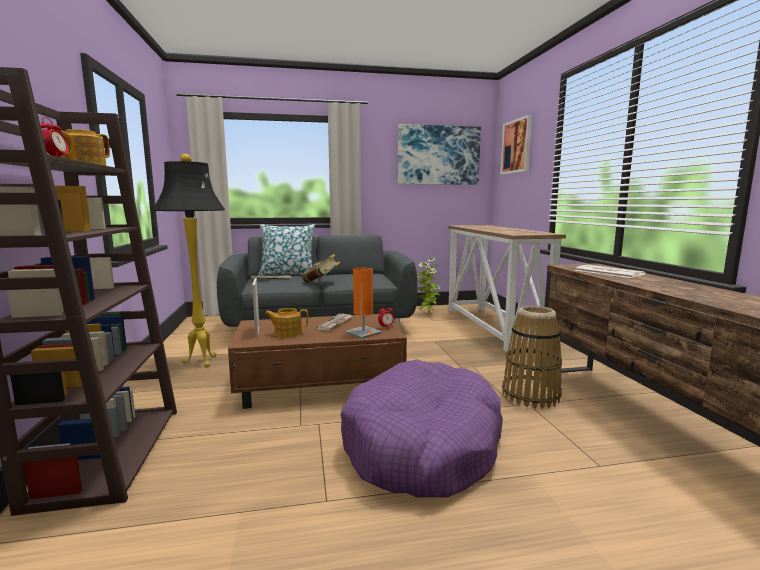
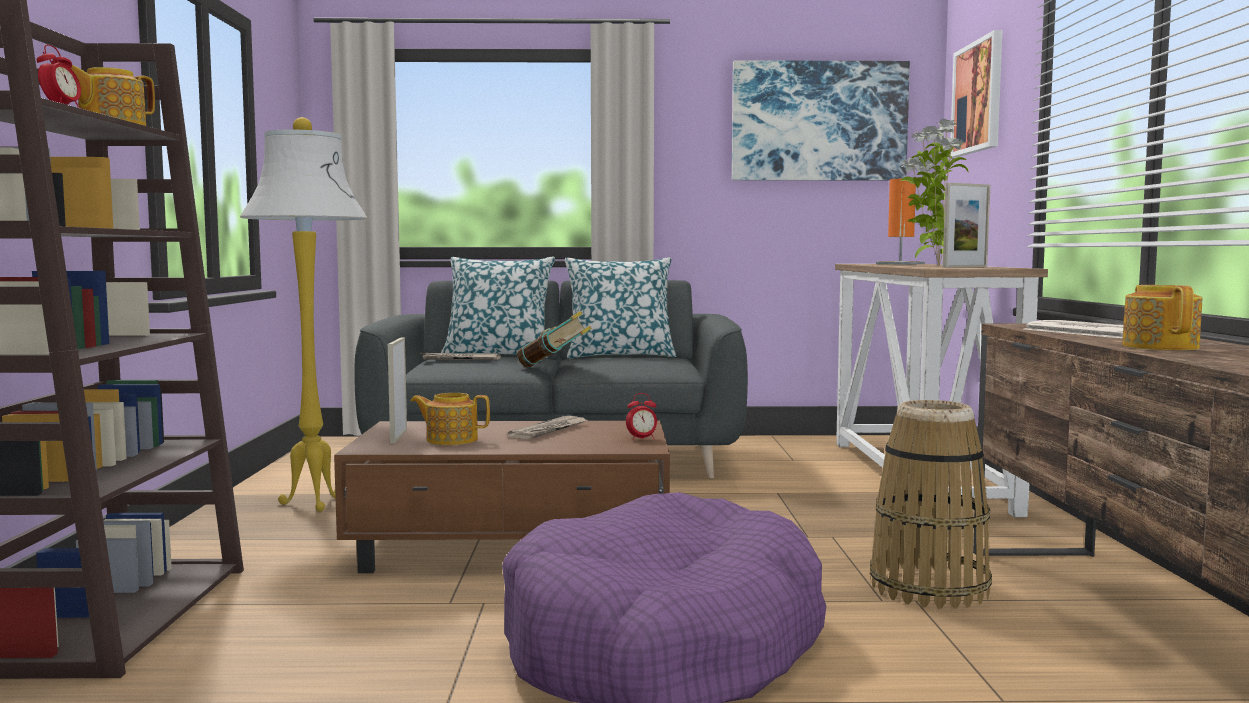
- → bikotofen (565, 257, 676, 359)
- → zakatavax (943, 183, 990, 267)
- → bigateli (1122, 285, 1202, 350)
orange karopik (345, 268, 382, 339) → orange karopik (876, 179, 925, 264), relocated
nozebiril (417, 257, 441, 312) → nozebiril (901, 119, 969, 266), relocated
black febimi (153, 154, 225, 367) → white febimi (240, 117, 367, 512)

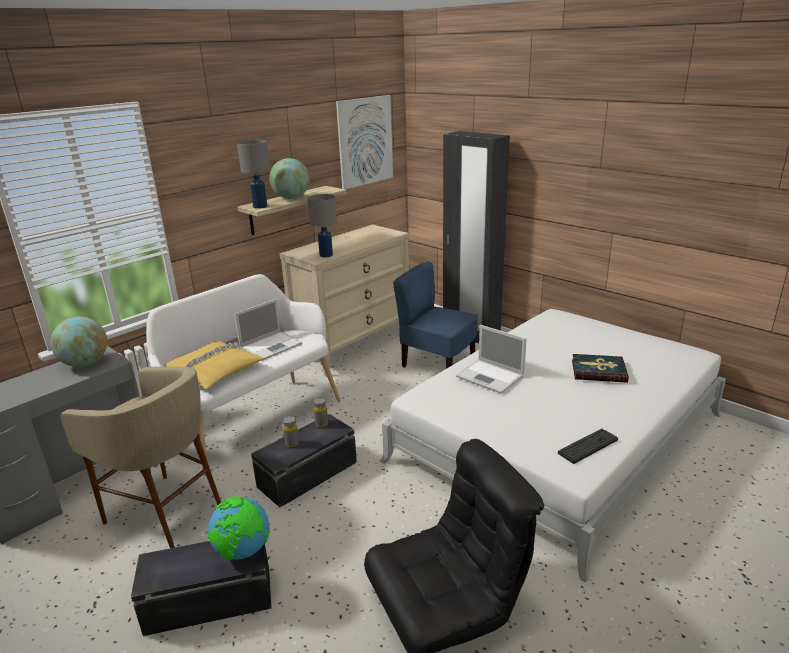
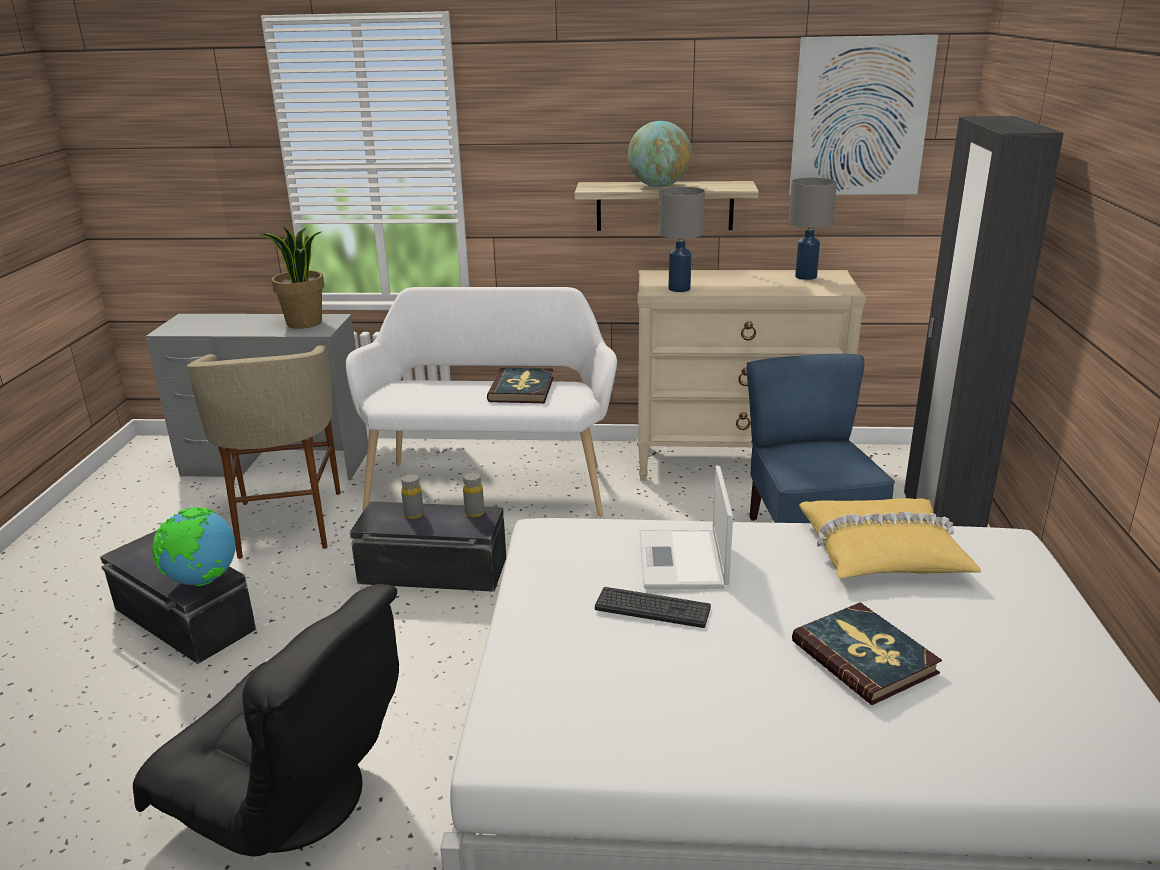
yellow bikotofen (164, 340, 264, 389) → yellow bikotofen (799, 498, 981, 578), relocated
grey karopik (237, 140, 270, 209) → grey karopik (789, 178, 837, 280), relocated
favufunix (558, 429, 618, 464) → favufunix (595, 587, 711, 628), relocated
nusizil (50, 317, 107, 367) → nozebiril (256, 226, 324, 329)
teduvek (234, 299, 302, 361) → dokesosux (487, 368, 554, 403)

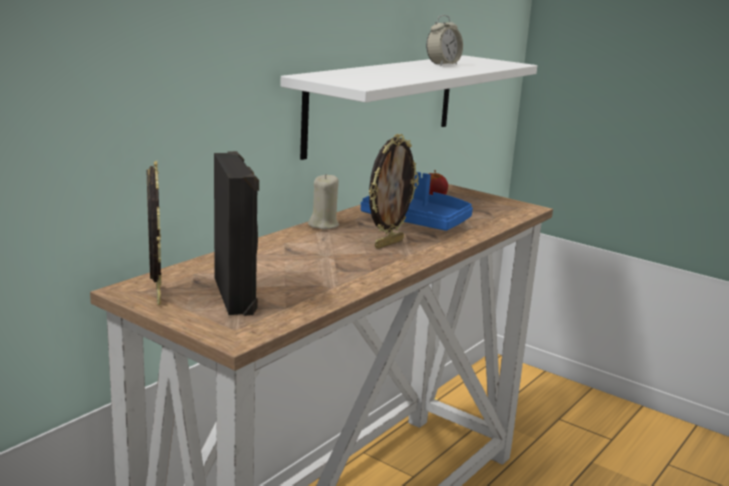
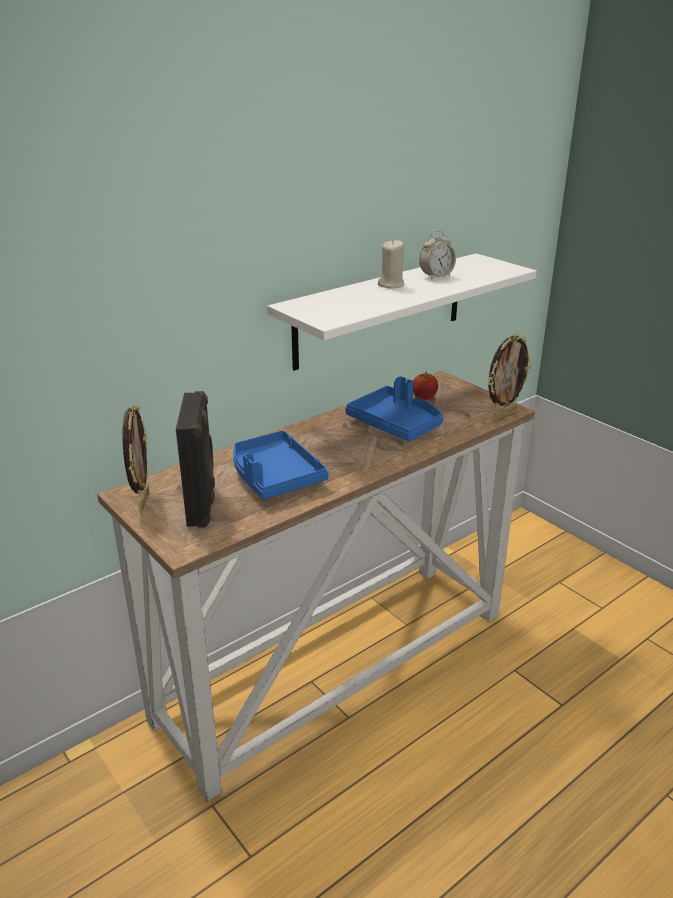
- → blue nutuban (233, 430, 329, 500)
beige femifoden (308, 174, 339, 229) → beige femifoden (378, 239, 405, 289), relocated
zakatavax (369, 134, 419, 249) → zakatavax (488, 333, 532, 421), relocated

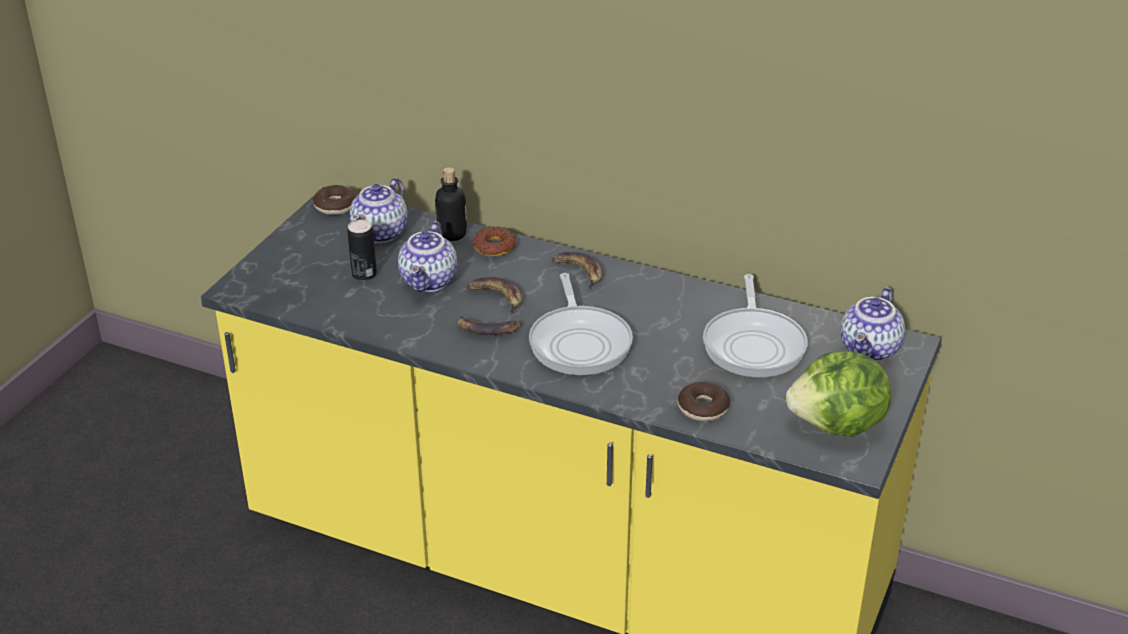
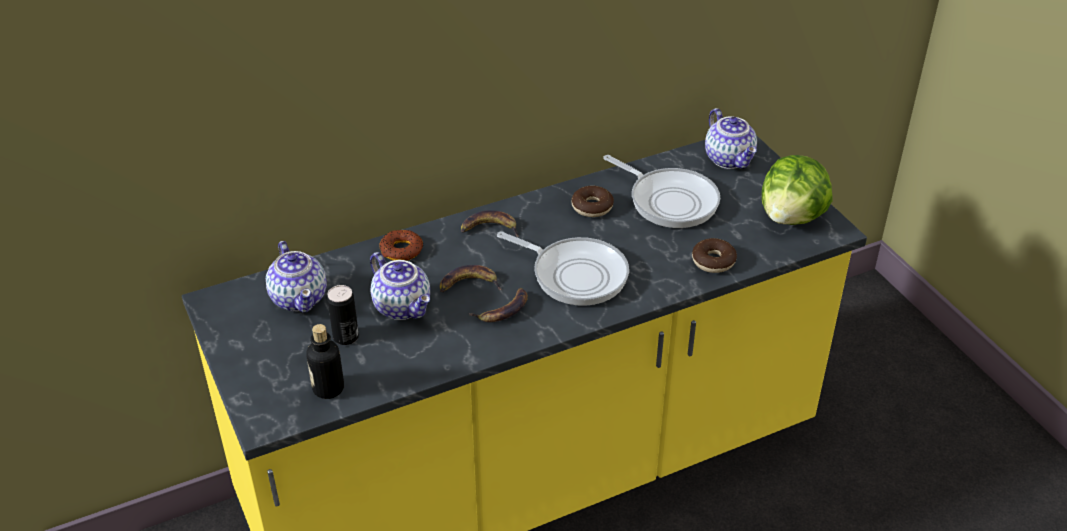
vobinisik (313, 185, 356, 215) → vobinisik (571, 186, 614, 217), relocated
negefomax (435, 167, 467, 241) → negefomax (306, 324, 344, 399), relocated

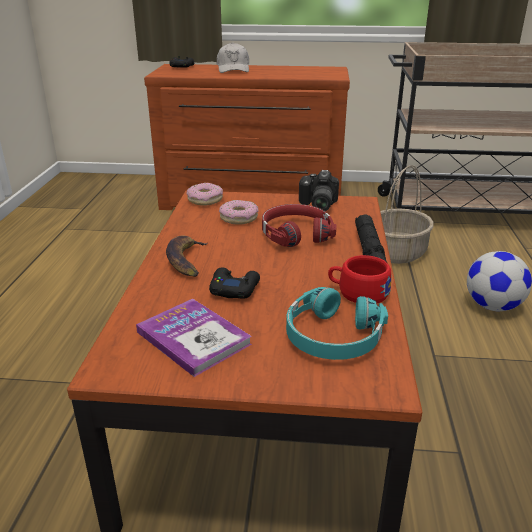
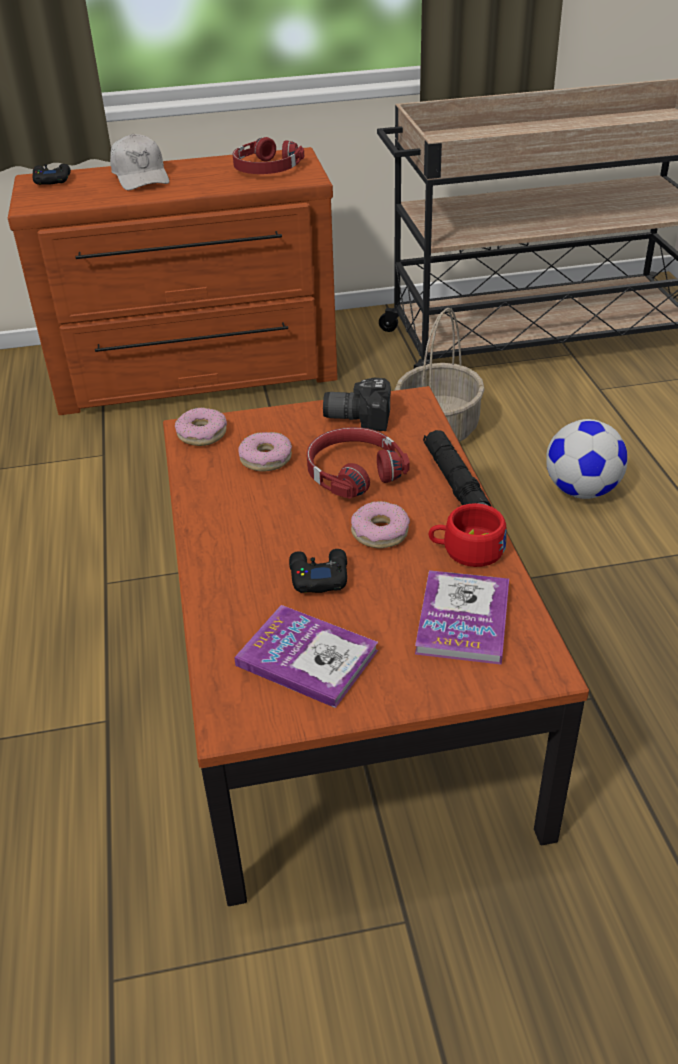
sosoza (166, 235, 207, 277) → -
- → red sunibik (233, 137, 304, 174)
- → vobinisik (351, 501, 410, 549)
turquoise sunibik (286, 287, 388, 360) → dokesosux (415, 570, 509, 665)
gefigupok (299, 170, 339, 211) → gefigupok (323, 377, 391, 431), 105 degrees clockwise

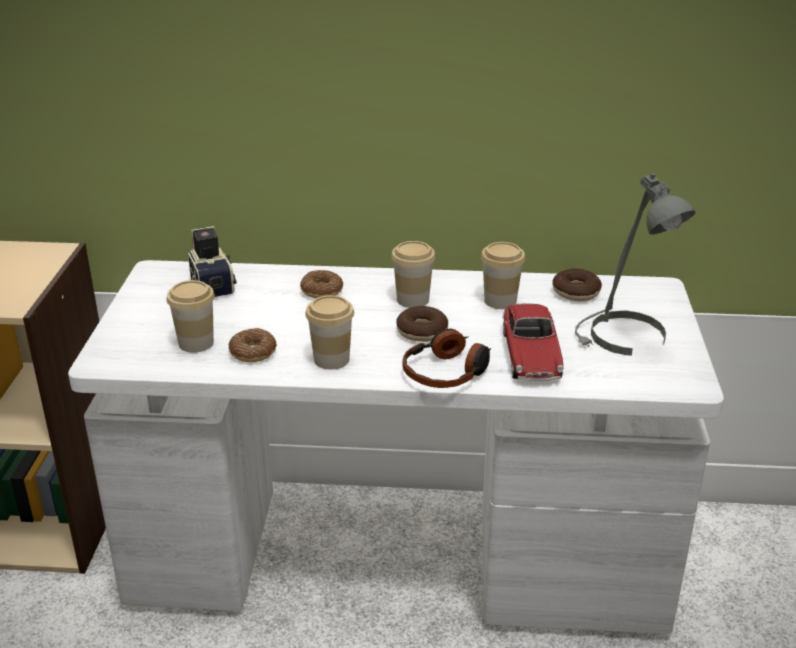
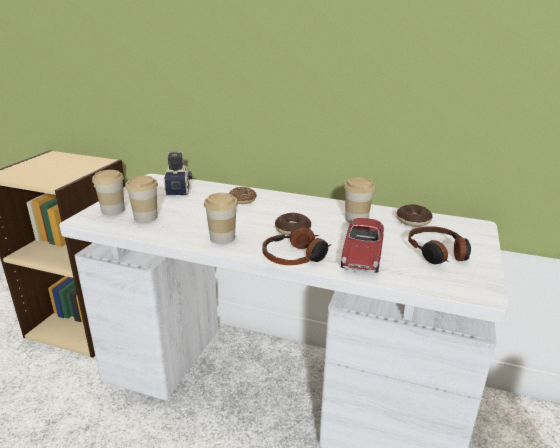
vobinisik (229, 328, 277, 362) → -
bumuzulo (391, 241, 435, 308) → bumuzulo (92, 170, 125, 215), relocated
grey karopik (575, 174, 696, 356) → sunibik (408, 226, 471, 264)

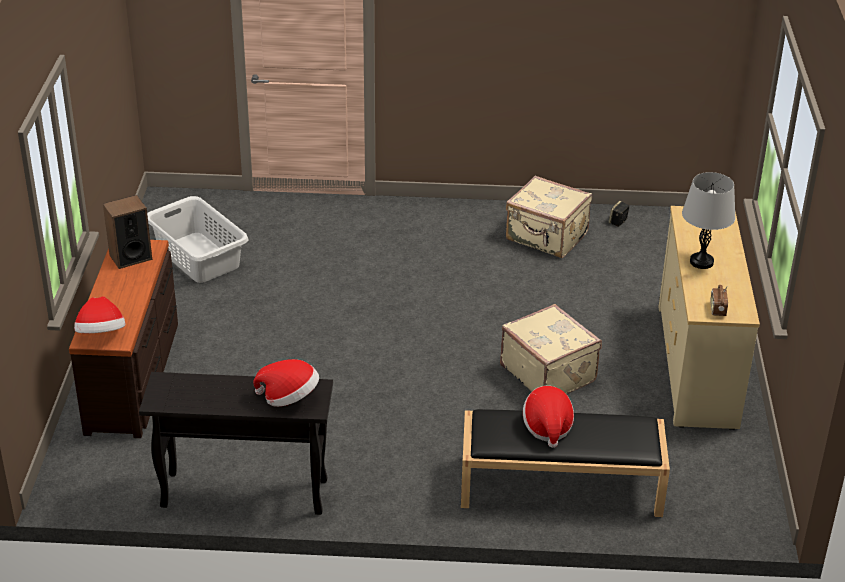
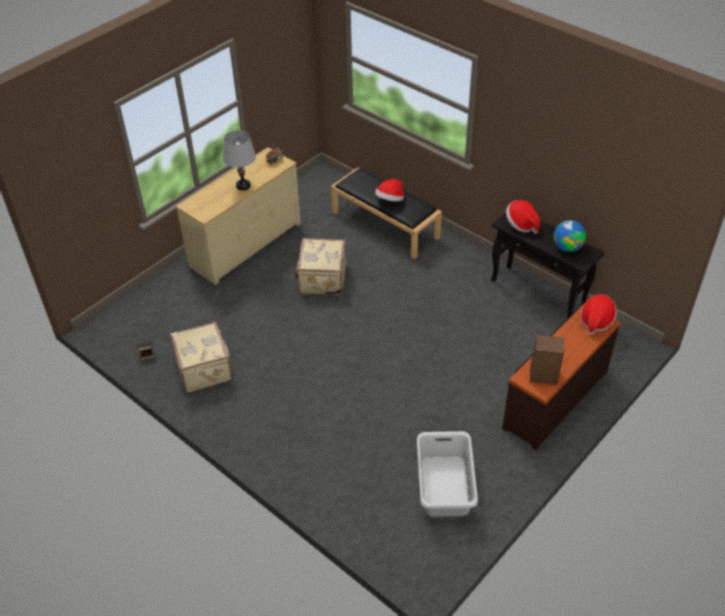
- → nusizil (554, 220, 586, 252)

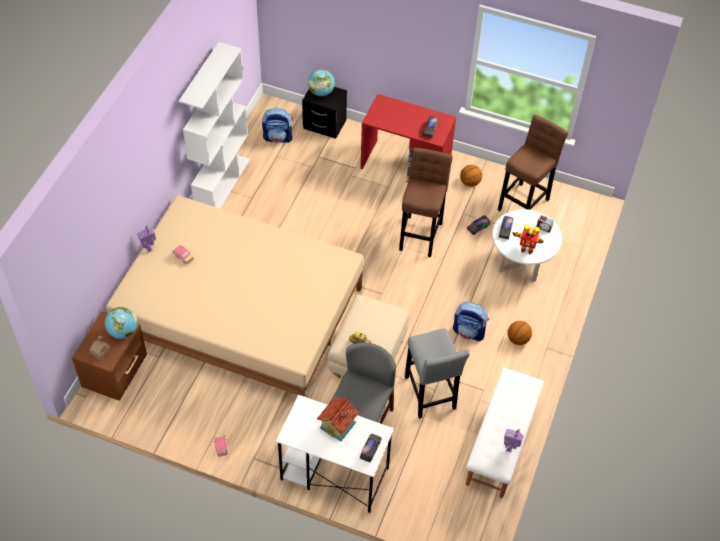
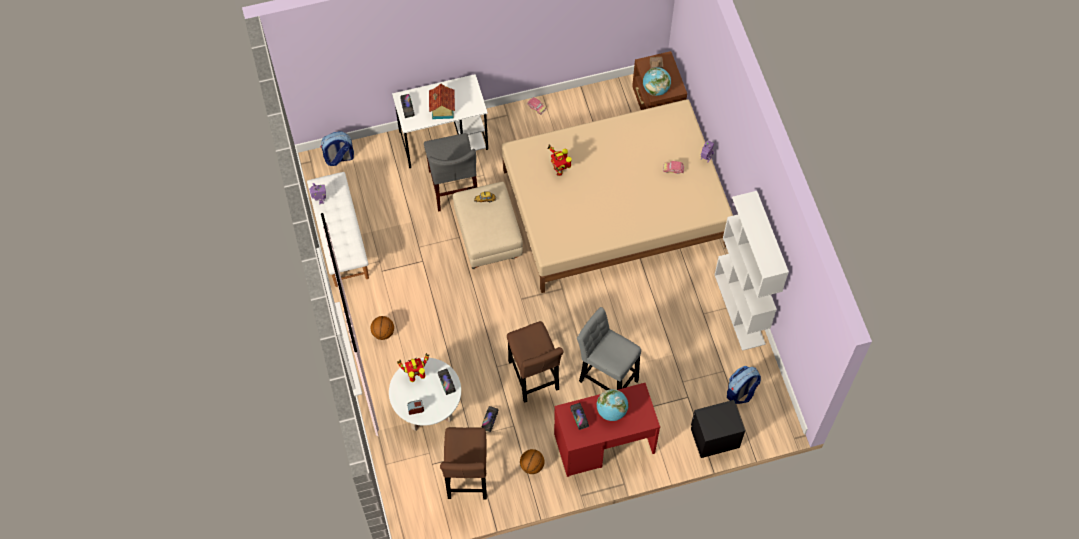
- → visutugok (548, 145, 572, 176)
nusizil (308, 69, 335, 96) → nusizil (596, 389, 628, 421), relocated
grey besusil (405, 328, 470, 419) → grey besusil (577, 307, 641, 390), relocated
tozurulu (453, 302, 489, 341) → tozurulu (321, 131, 354, 166), relocated

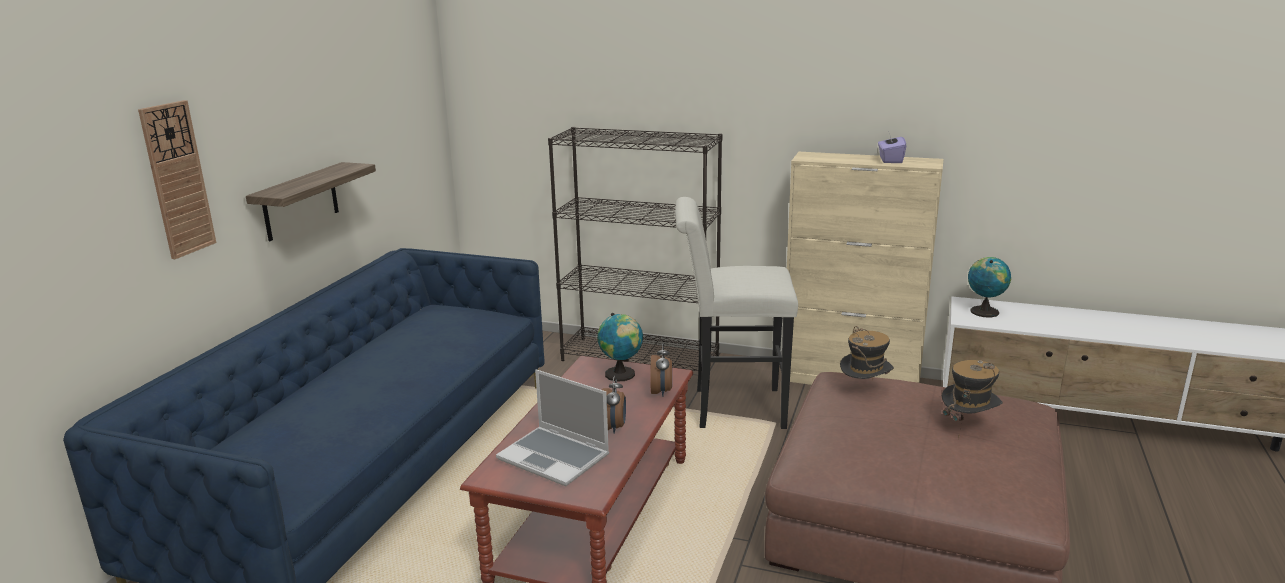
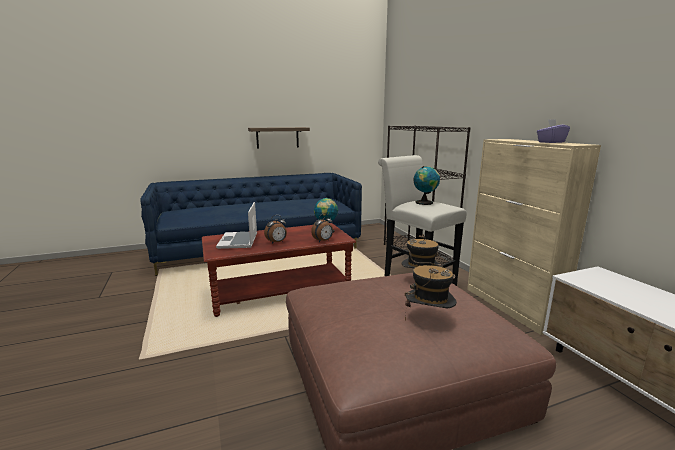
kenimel (138, 100, 217, 259) → -
nusizil (968, 257, 1011, 318) → nusizil (413, 167, 440, 205), relocated

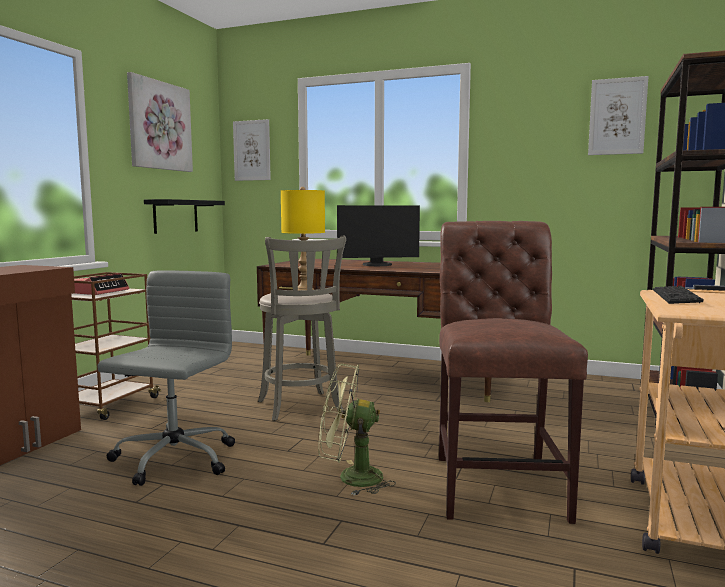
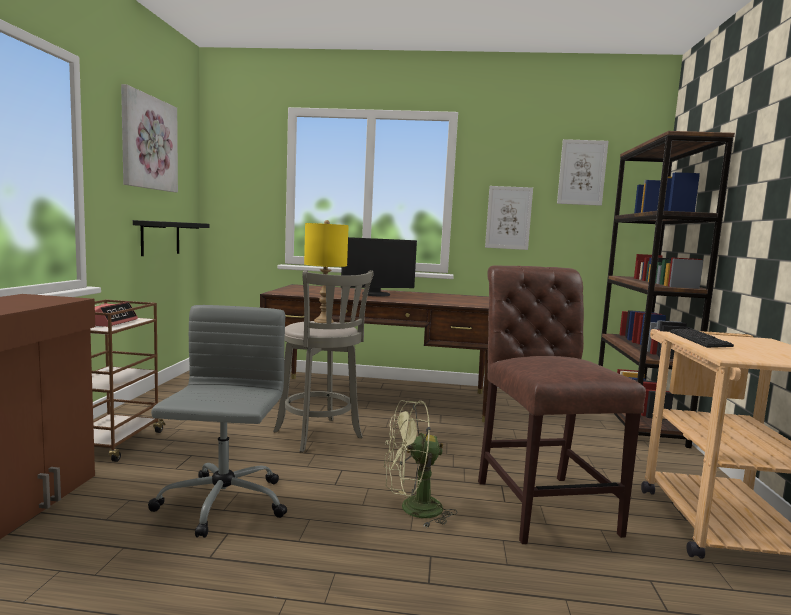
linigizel (233, 119, 271, 181) → linigizel (485, 186, 533, 250), relocated

